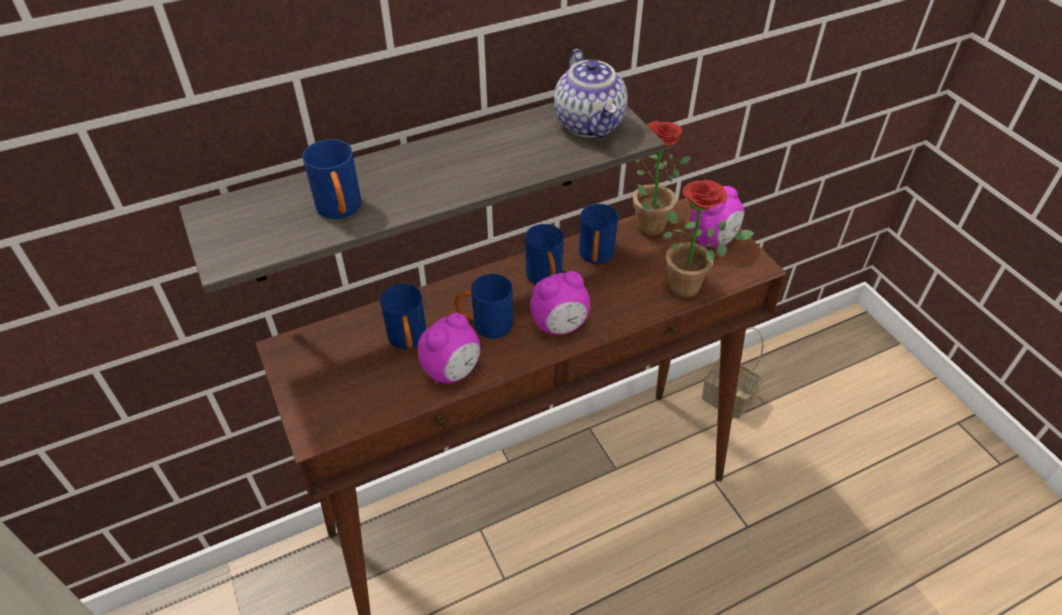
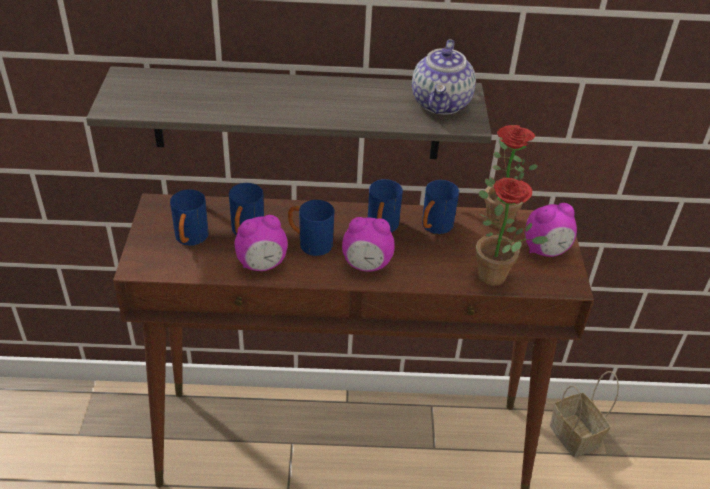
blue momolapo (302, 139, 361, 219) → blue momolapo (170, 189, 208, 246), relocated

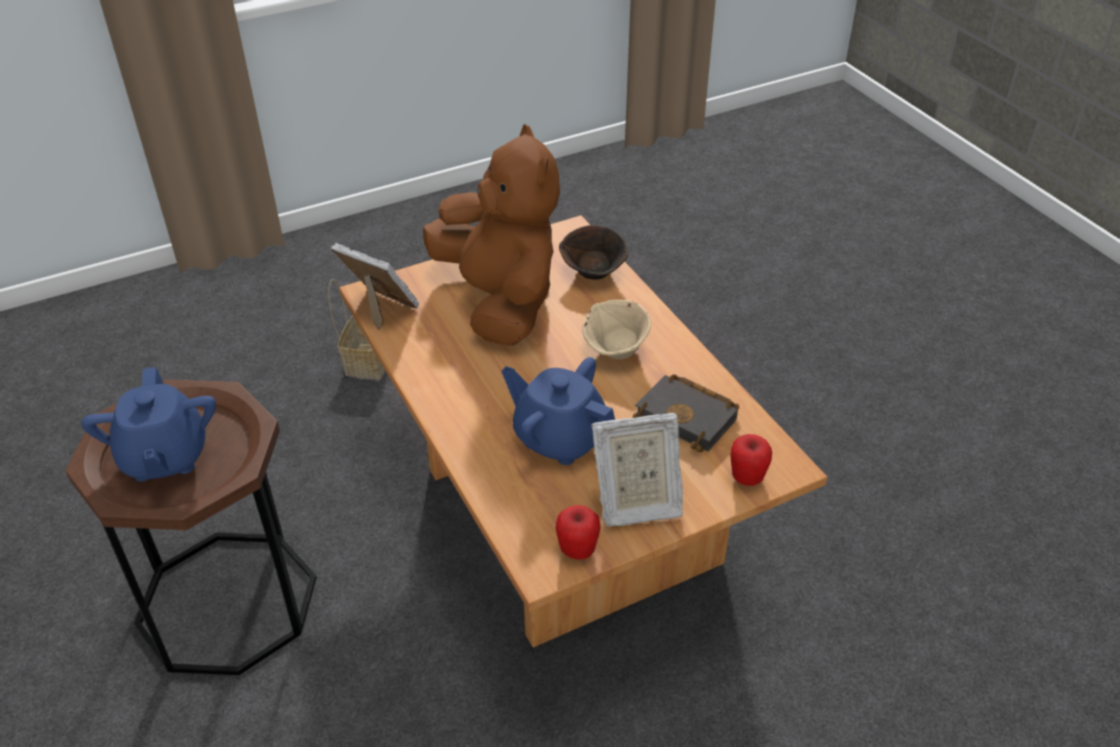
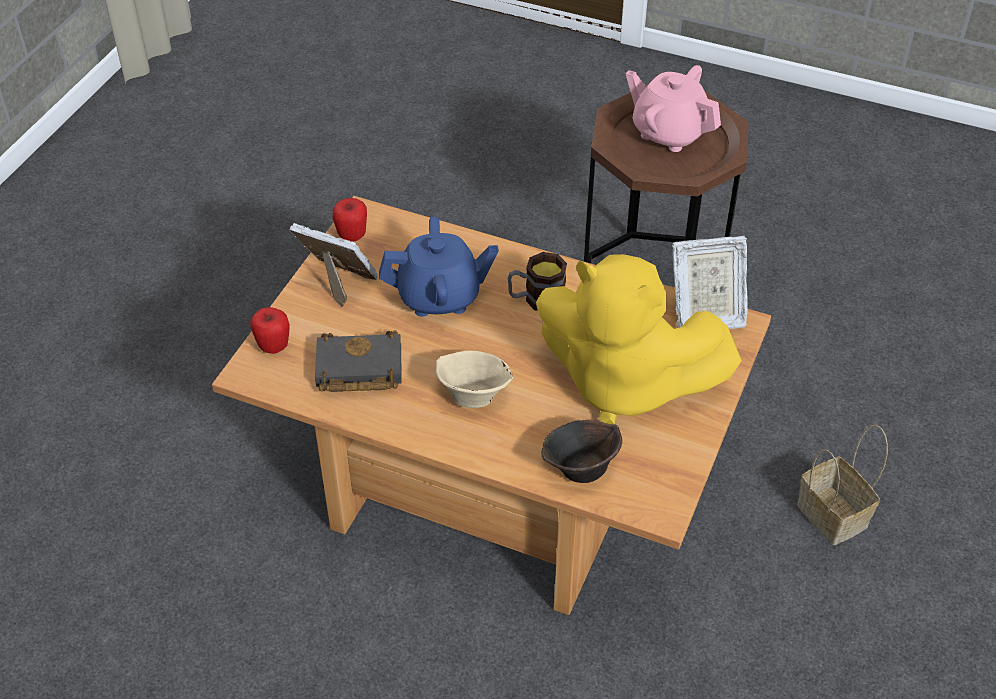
- → momolapo (508, 252, 567, 311)
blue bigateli (81, 367, 216, 482) → pink bigateli (626, 65, 721, 152)
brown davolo (423, 124, 560, 345) → yellow davolo (536, 254, 742, 424)
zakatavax (592, 413, 683, 526) → zakatavax (290, 223, 378, 307), 75 degrees clockwise

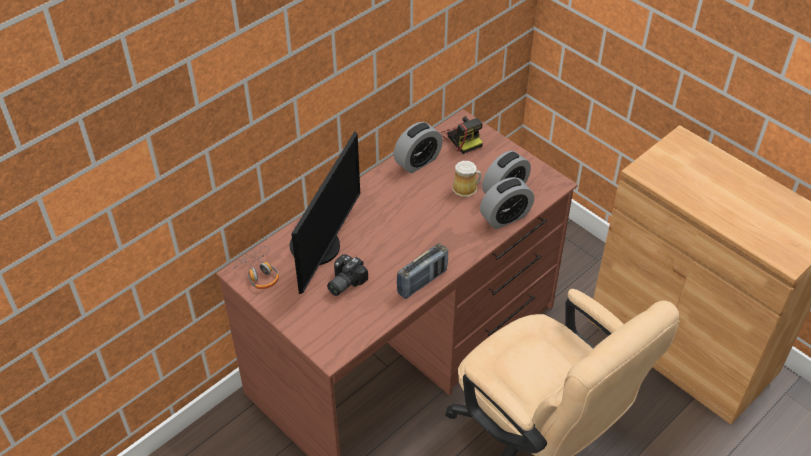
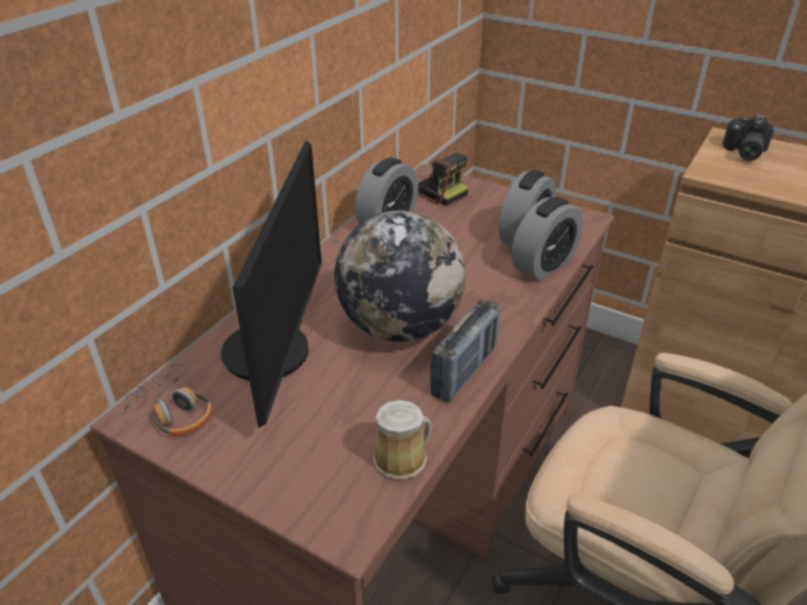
- → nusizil (335, 210, 465, 342)
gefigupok (327, 254, 368, 296) → gefigupok (723, 115, 774, 161), relocated
momolapo (452, 161, 482, 197) → momolapo (373, 400, 432, 480), relocated

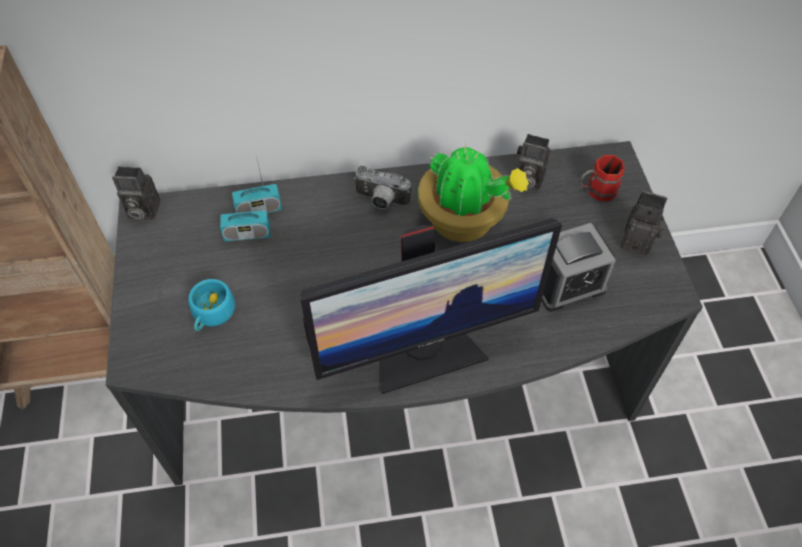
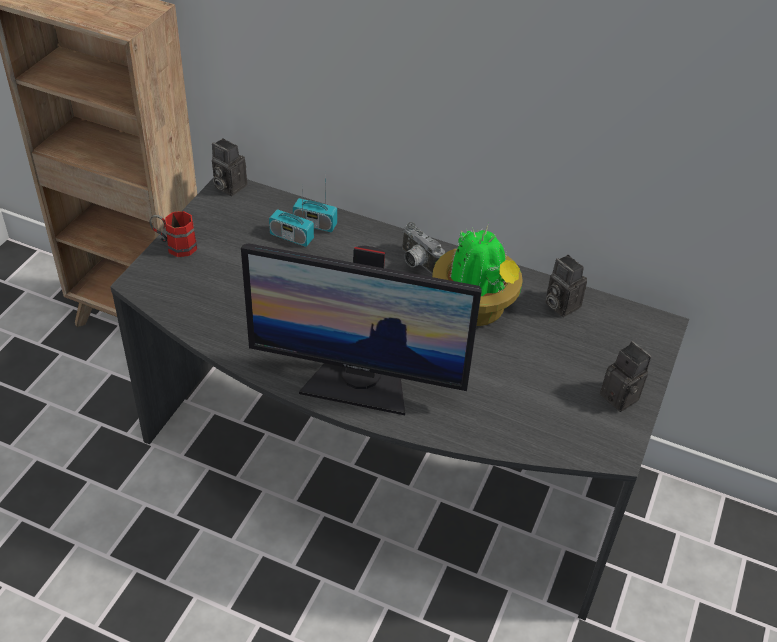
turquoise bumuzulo (188, 279, 235, 331) → -
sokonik (542, 223, 616, 312) → -
red momolapo (580, 155, 625, 201) → red momolapo (150, 211, 197, 257), relocated

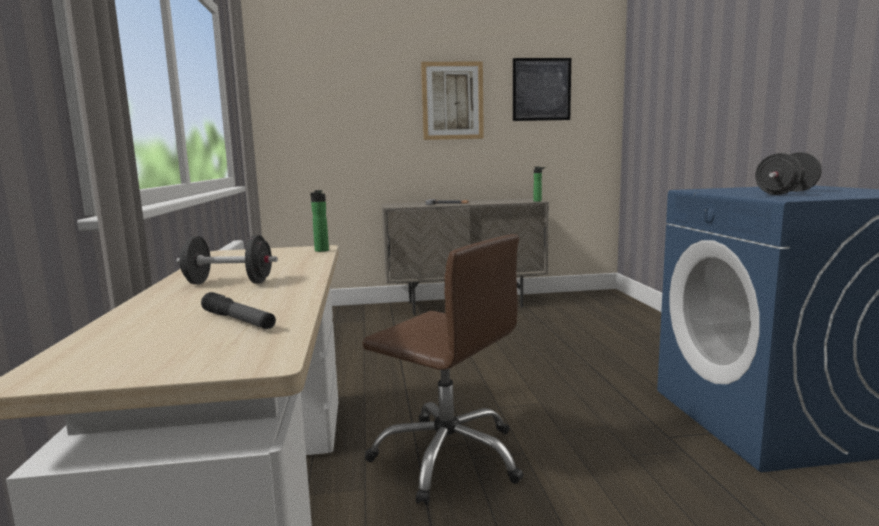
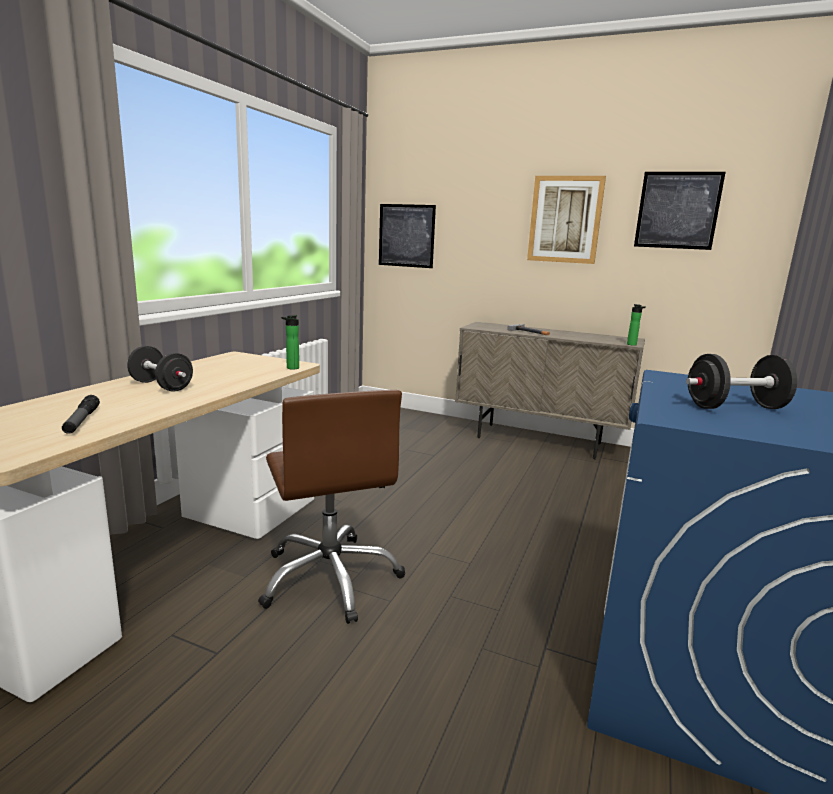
- → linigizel (379, 204, 436, 268)

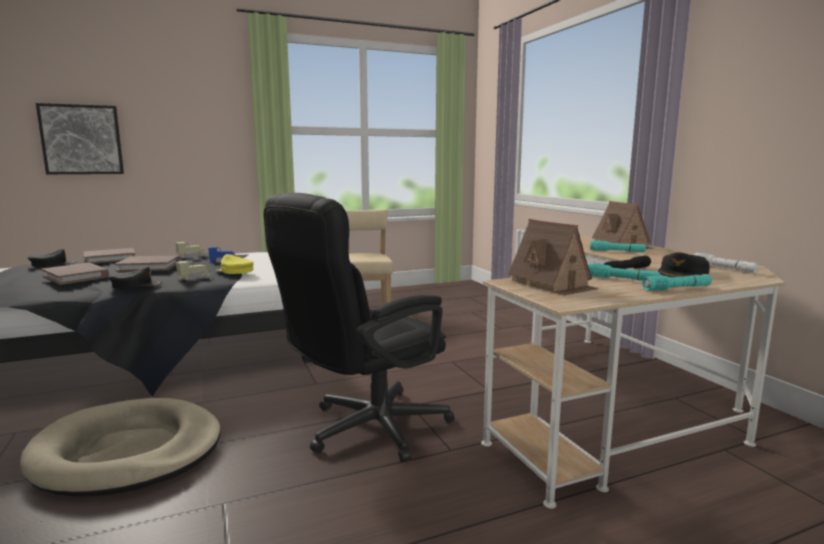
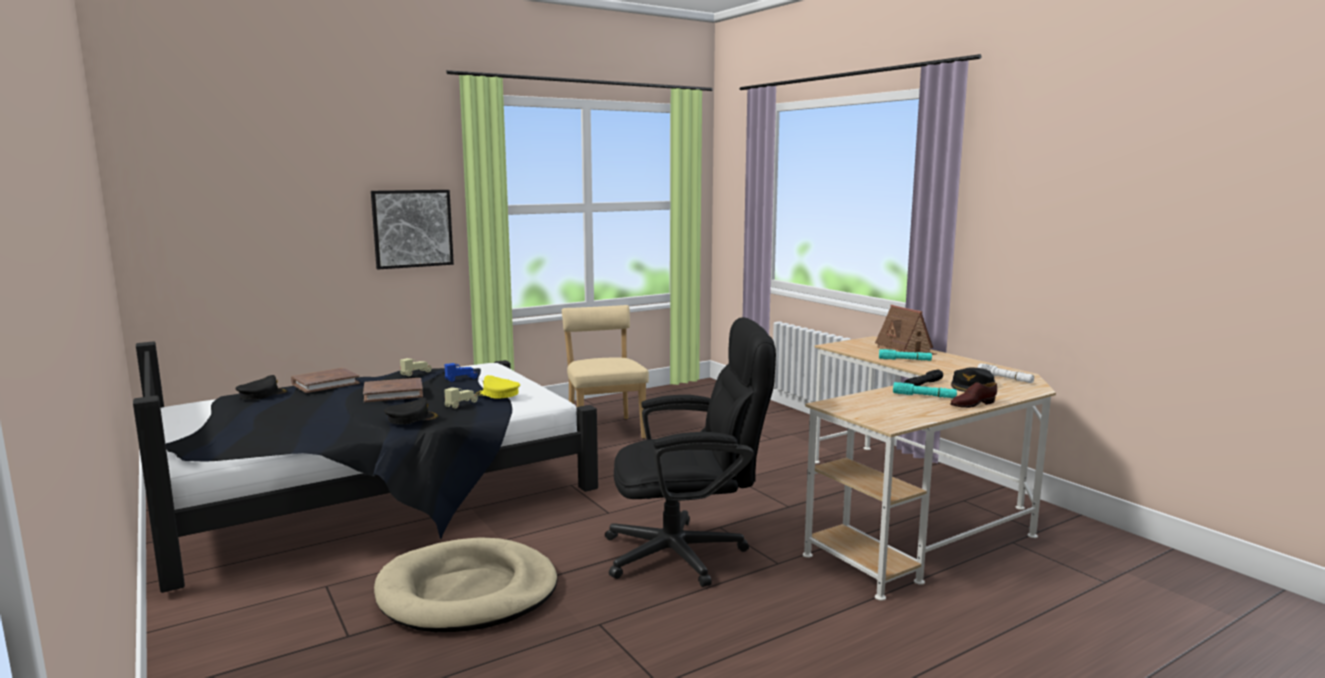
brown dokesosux (42, 263, 109, 285) → -
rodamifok (508, 219, 599, 295) → -
linigizel (36, 103, 124, 174) → linigizel (371, 190, 454, 269), relocated
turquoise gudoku (642, 275, 712, 291) → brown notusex (950, 382, 997, 408)
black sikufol (264, 193, 455, 462) → black sikufol (605, 317, 776, 587), 135 degrees counterclockwise

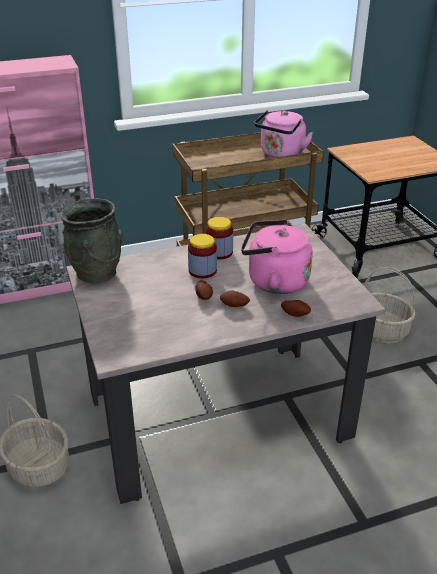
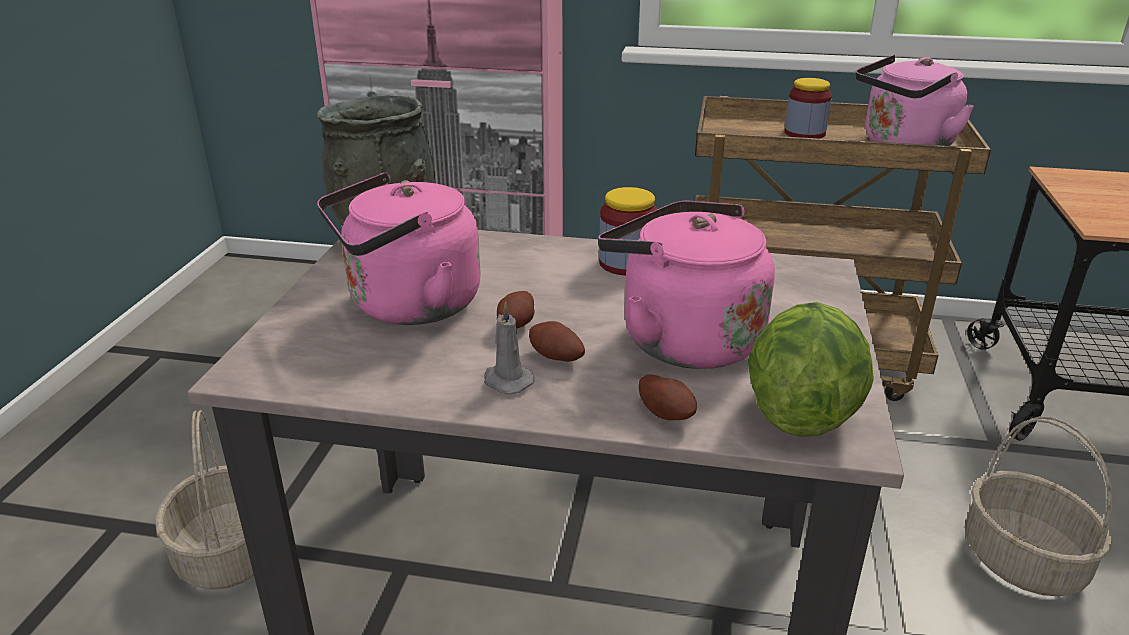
- → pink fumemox (317, 172, 481, 325)
- → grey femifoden (484, 301, 535, 394)
- → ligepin (747, 302, 874, 437)
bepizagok (188, 234, 217, 278) → bepizagok (785, 78, 832, 139), relocated

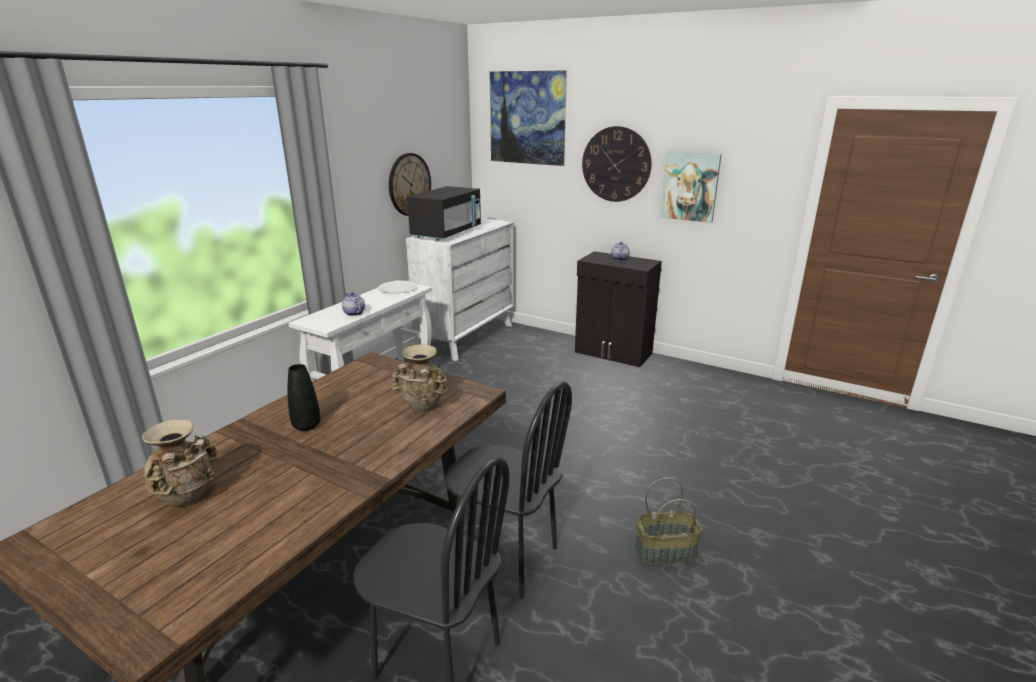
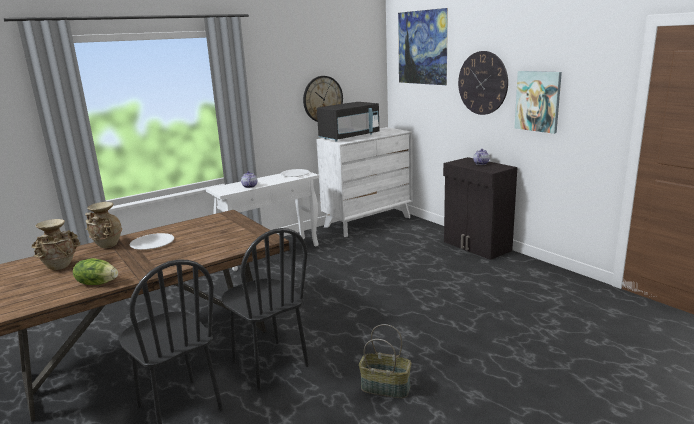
- → ligepin (73, 258, 118, 285)
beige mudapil (392, 345, 447, 412) → beige mudapil (85, 202, 122, 248), relocated
black mudapil (288, 364, 321, 431) → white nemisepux (130, 233, 174, 250)

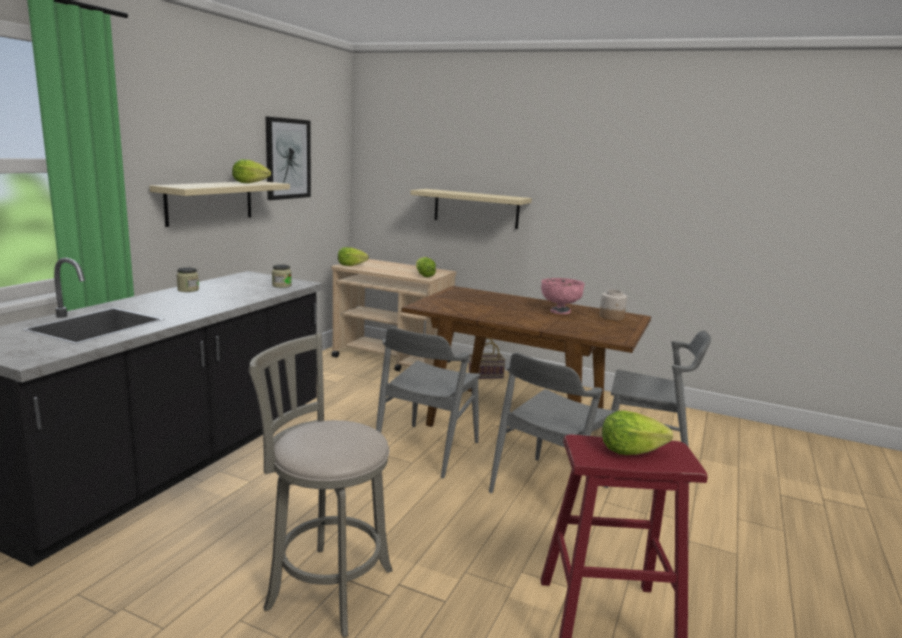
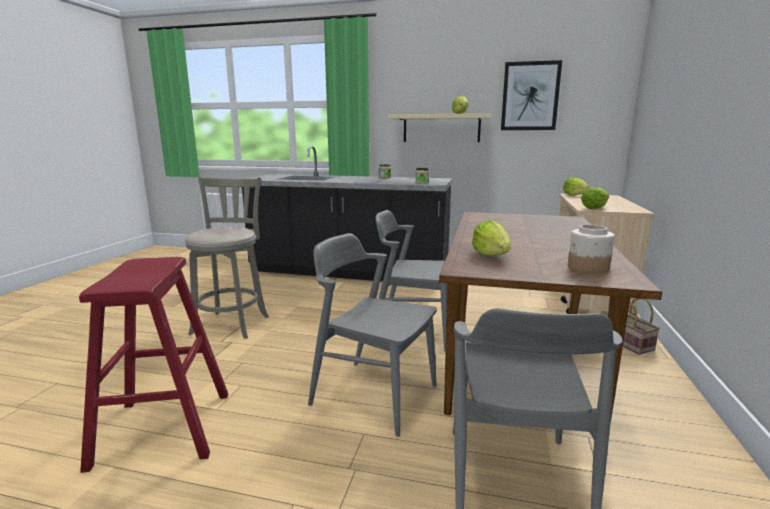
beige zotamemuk (410, 189, 532, 229) → -
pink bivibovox (541, 278, 585, 314) → -
ligepin (602, 411, 673, 455) → ligepin (472, 220, 511, 256), relocated

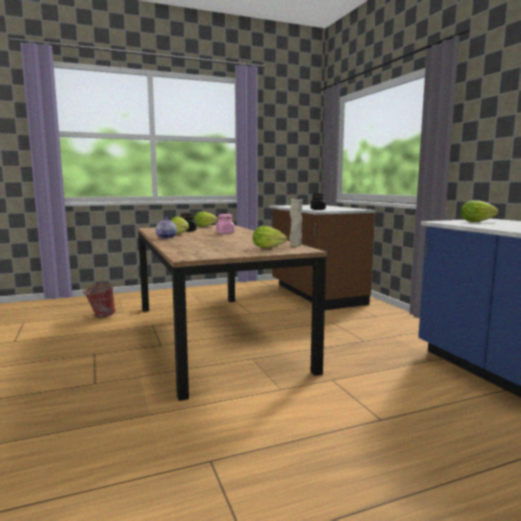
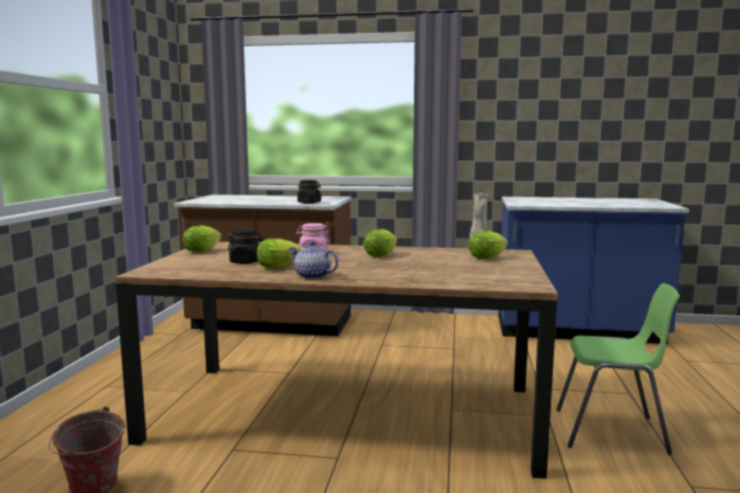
- → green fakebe (556, 283, 680, 455)
ligepin (461, 200, 498, 222) → ligepin (363, 229, 397, 257), relocated

